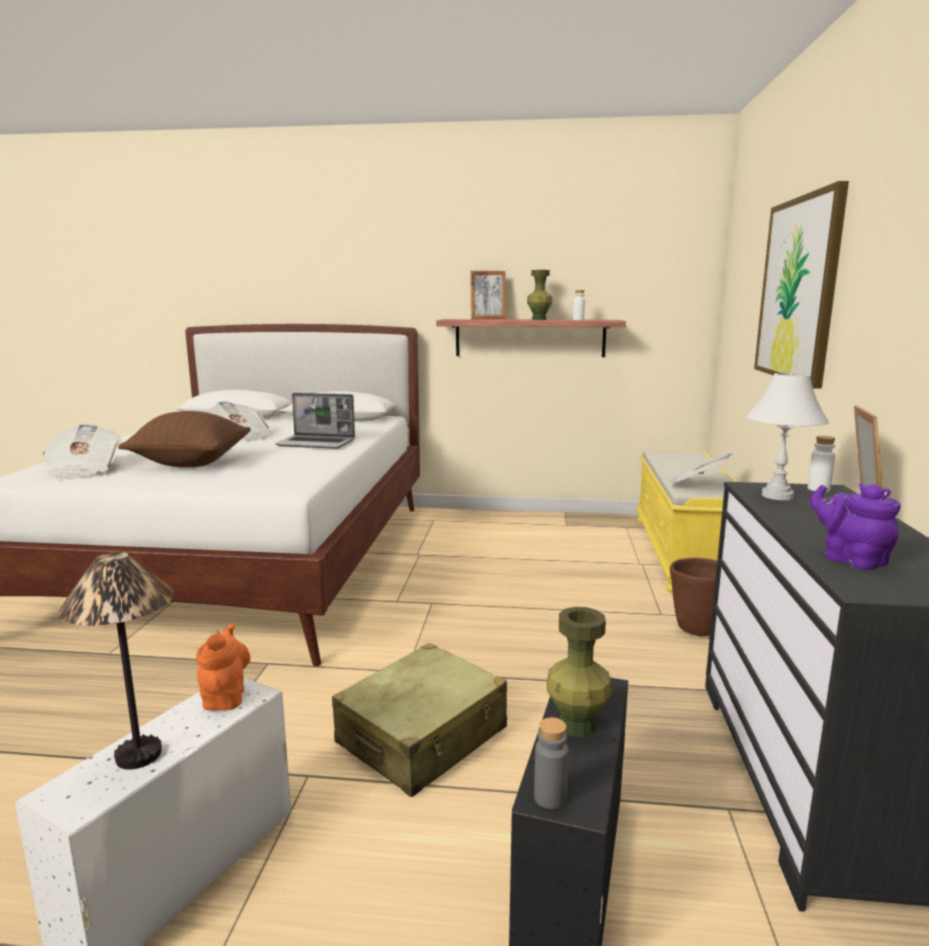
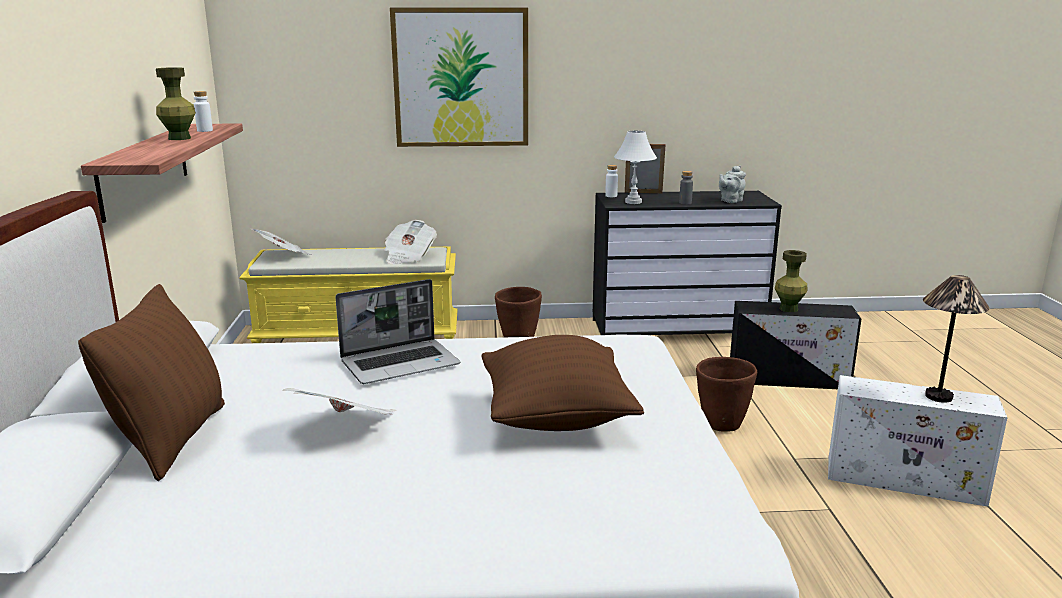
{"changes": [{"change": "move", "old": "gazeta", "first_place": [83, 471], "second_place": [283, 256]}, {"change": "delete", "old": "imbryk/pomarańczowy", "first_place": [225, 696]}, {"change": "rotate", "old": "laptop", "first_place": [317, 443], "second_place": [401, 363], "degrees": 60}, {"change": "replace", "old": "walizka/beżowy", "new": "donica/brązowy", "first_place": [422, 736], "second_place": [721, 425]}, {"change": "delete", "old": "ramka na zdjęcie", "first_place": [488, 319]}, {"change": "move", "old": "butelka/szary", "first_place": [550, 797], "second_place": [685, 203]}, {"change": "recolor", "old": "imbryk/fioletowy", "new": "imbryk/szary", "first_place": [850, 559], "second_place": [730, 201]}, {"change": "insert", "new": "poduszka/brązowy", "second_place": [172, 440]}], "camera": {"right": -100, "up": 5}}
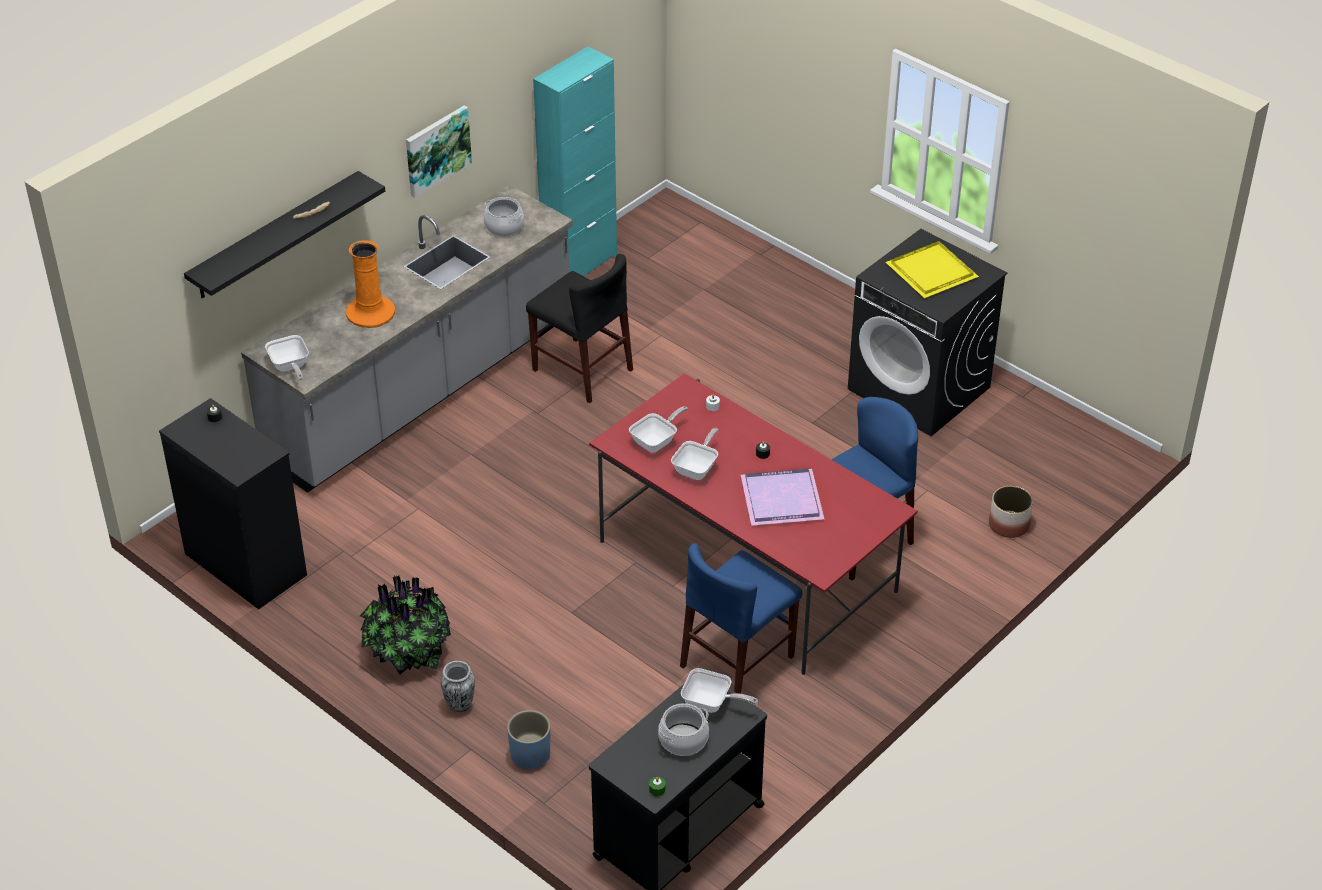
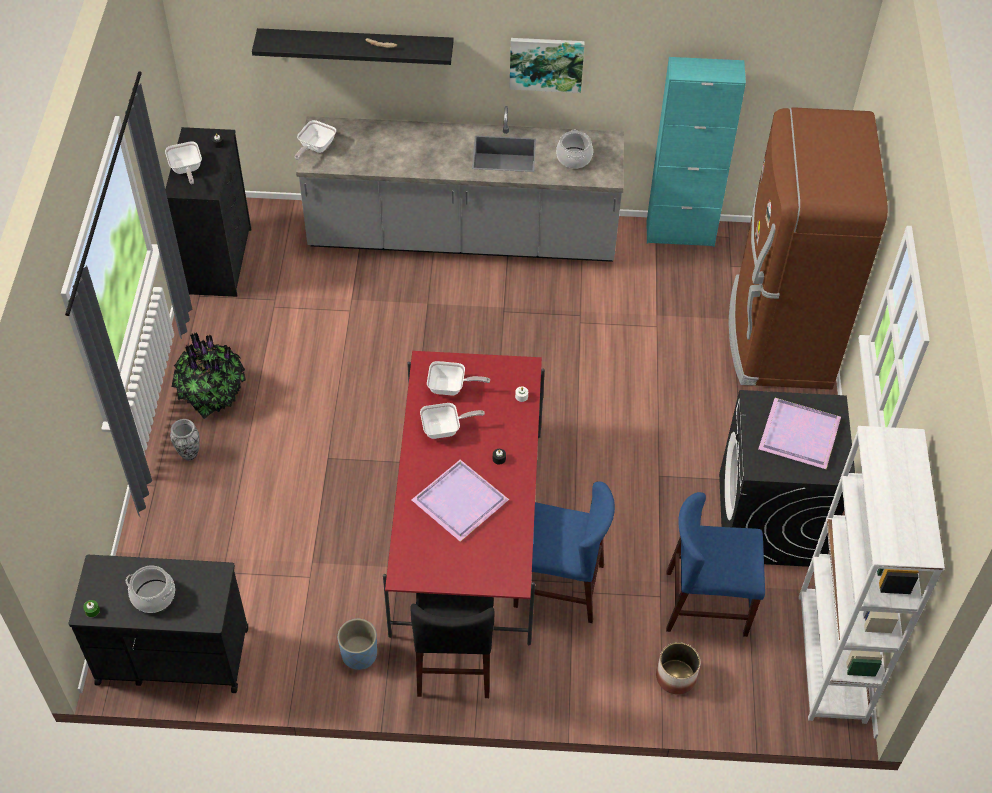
{"changes": [{"change": "delete", "old": "wazon/pomarańczowy", "first_place": [370, 313]}, {"change": "move", "old": "donica/niebieski", "first_place": [530, 755], "second_place": [359, 654]}, {"change": "move", "old": "krzesło/czarny", "first_place": [582, 370], "second_place": [454, 659]}, {"change": "move", "old": "krzesło/niebieski", "first_place": [737, 661], "second_place": [706, 603]}, {"change": "move", "old": "patelnia", "first_place": [711, 704], "second_place": [186, 170]}, {"change": "recolor", "old": "taca/żółty", "new": "taca/fioletowy", "first_place": [933, 272], "second_place": [800, 436]}, {"change": "insert", "new": "lodówka/brązowy", "second_place": [779, 335]}, {"change": "insert", "new": "regał/biały", "second_place": [831, 658]}], "camera": {"right": 50, "up": 10}}
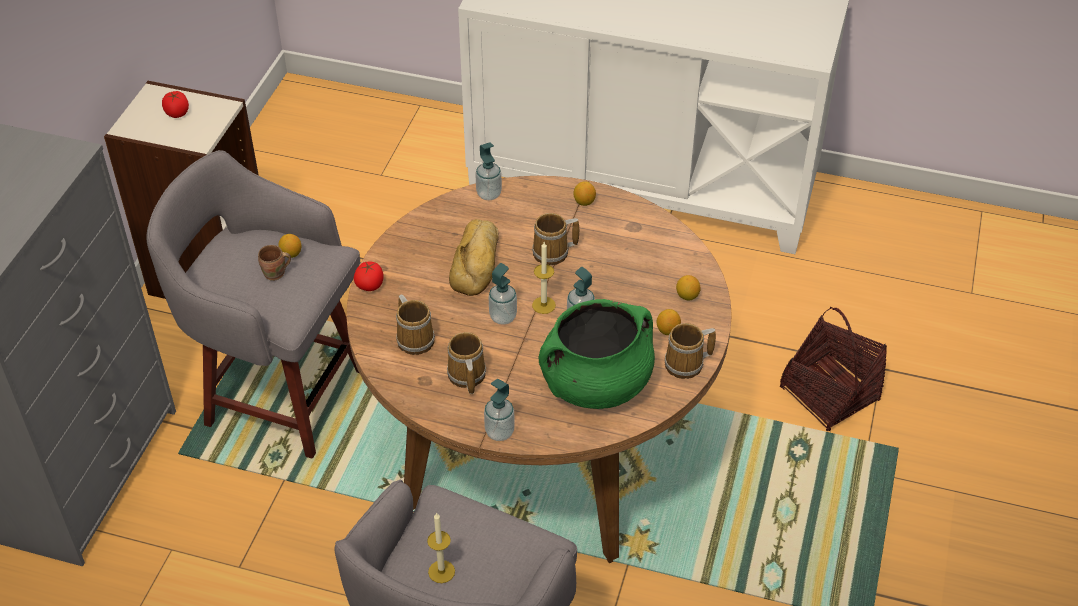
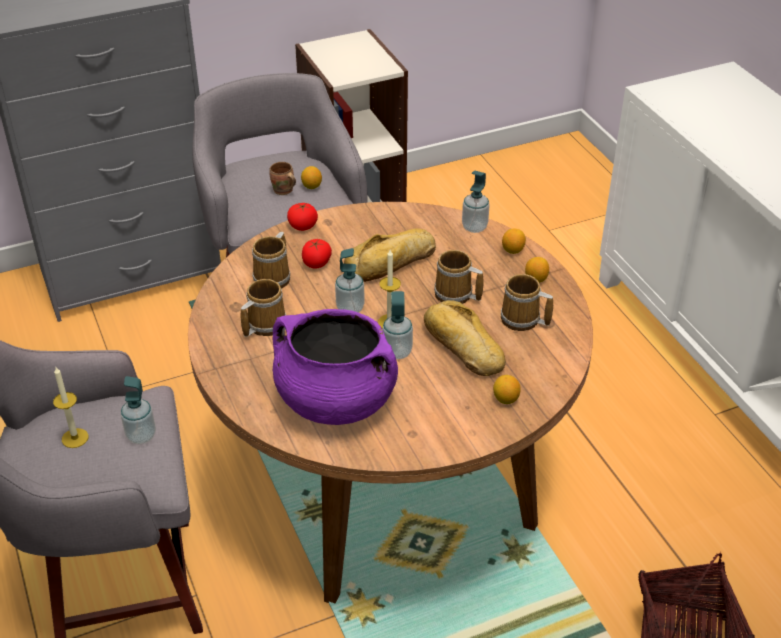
{"changes": [{"change": "move", "old": "pomidor", "first_place": [177, 113], "second_place": [316, 263]}, {"change": "move", "old": "dozownik mydła", "first_place": [499, 432], "second_place": [141, 435]}, {"change": "recolor", "old": "garnek/zielony", "new": "garnek/fioletowy", "first_place": [595, 384], "second_place": [335, 400]}, {"change": "move", "old": "cytryna", "first_place": [667, 330], "second_place": [512, 250]}, {"change": "move", "old": "kubek", "first_place": [687, 364], "second_place": [522, 320]}, {"change": "insert", "new": "chleb", "second_place": [462, 346]}], "camera": {"right": 50, "up": -5}}
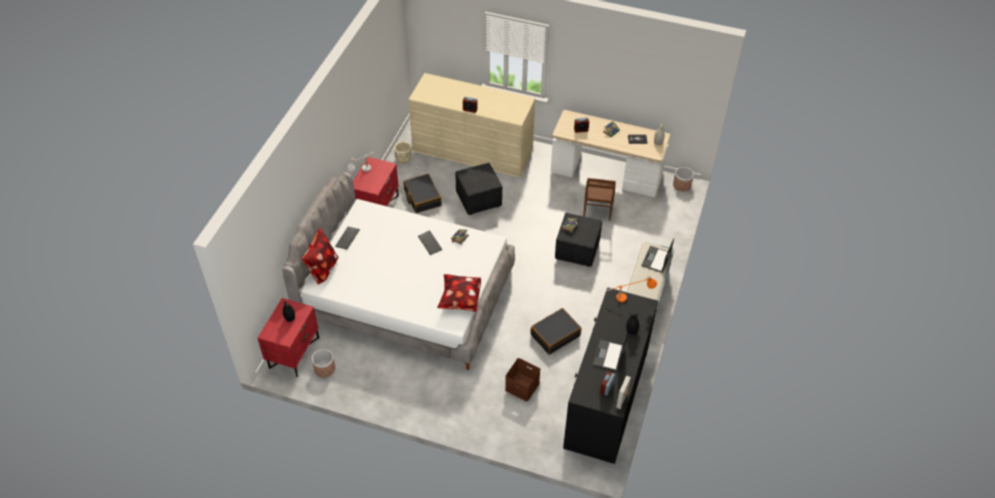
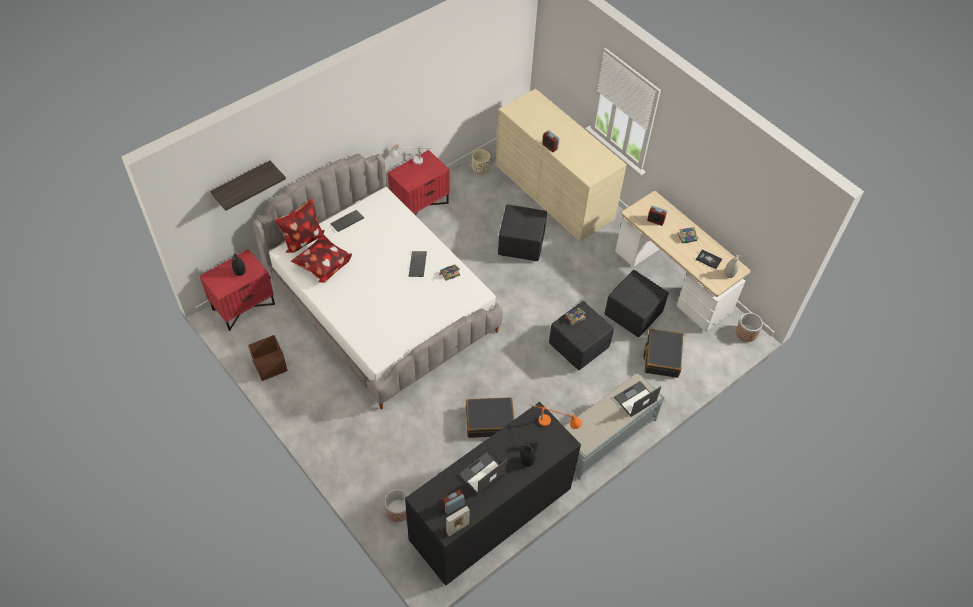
{"changes": [{"change": "move", "old": "donica", "first_place": [324, 368], "second_place": [398, 510]}, {"change": "move", "old": "walizka/czarny", "first_place": [422, 198], "second_place": [662, 357]}, {"change": "move", "old": "poduszka", "first_place": [459, 301], "second_place": [323, 266]}, {"change": "move", "old": "pojemnik do przechowywania/brązowy", "first_place": [521, 387], "second_place": [269, 365]}, {"change": "replace", "old": "krzesło/brązowy", "new": "pufa/czarny", "first_place": [597, 210], "second_place": [632, 315]}, {"change": "insert", "new": "półka", "second_place": [242, 183]}], "camera": {"right": 30, "up": 5}}
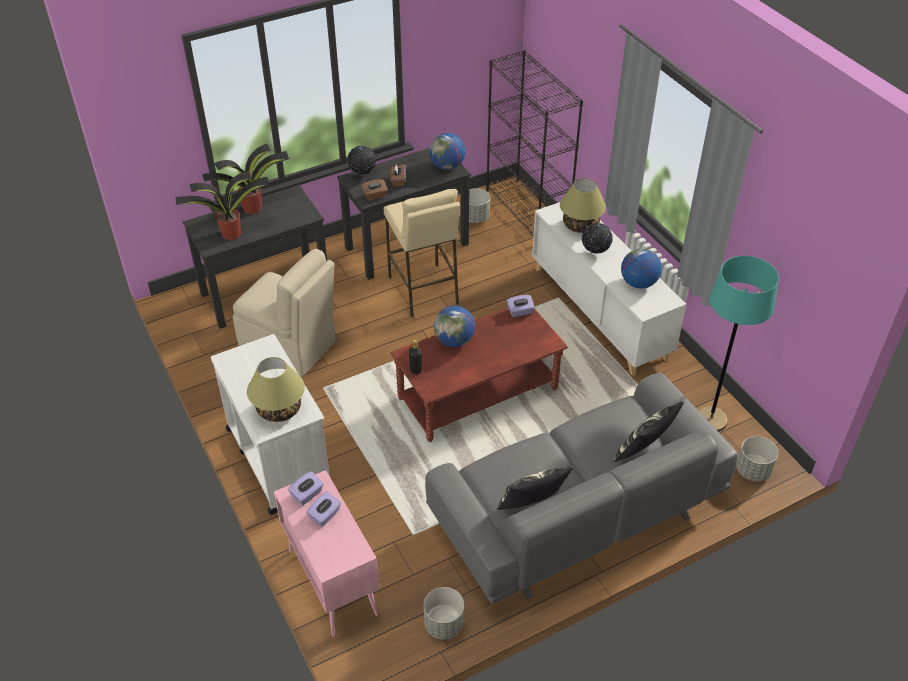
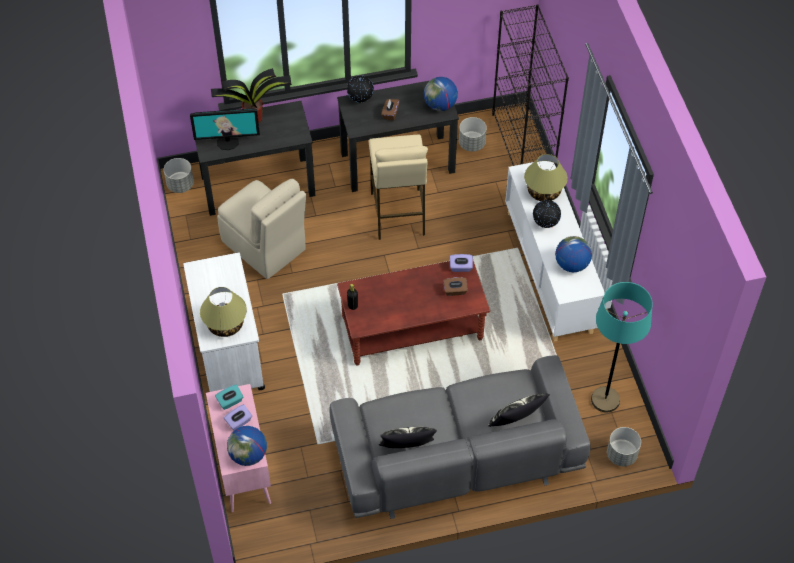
{"changes": [{"change": "replace", "old": "roślina doniczkowa", "new": "monitor", "first_place": [230, 234], "second_place": [228, 142]}, {"change": "recolor", "old": "pudełko chusteczek/fioletowy", "new": "pudełko chusteczek/turkusowy", "first_place": [307, 494], "second_place": [230, 401]}, {"change": "move", "old": "pudełko chusteczek/brązowy", "first_place": [375, 196], "second_place": [455, 291]}, {"change": "move", "old": "donica/szary", "first_place": [444, 625], "second_place": [180, 185]}, {"change": "move", "old": "globus", "first_place": [454, 341], "second_place": [248, 455]}], "camera": {"right": 15, "up": 10}}
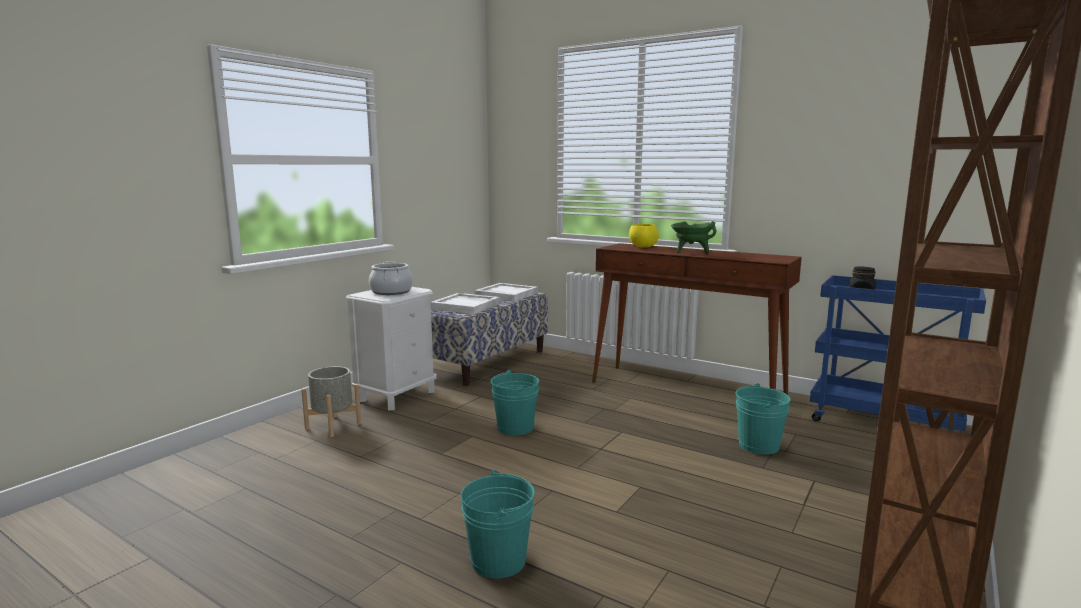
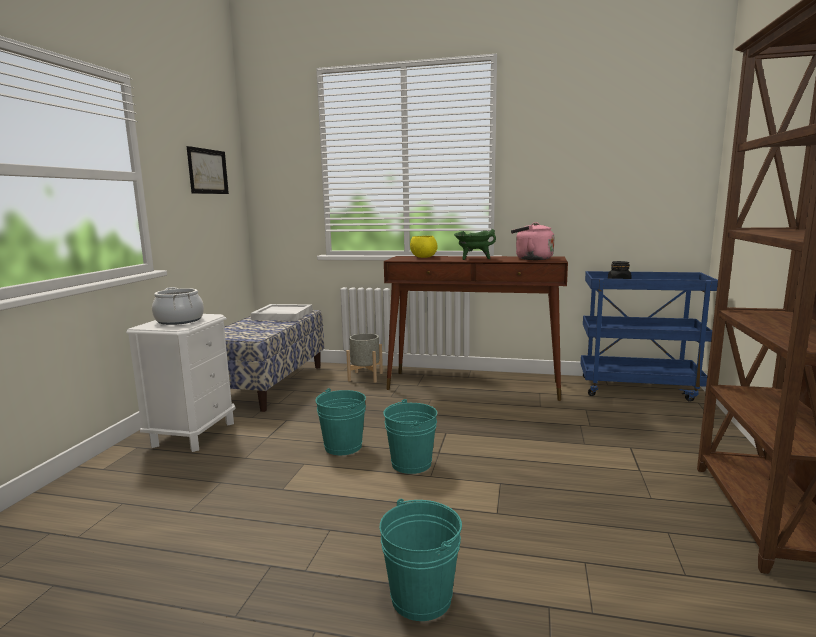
{"changes": [{"change": "move", "old": "donica/szary", "first_place": [333, 426], "second_place": [365, 377]}, {"change": "delete", "old": "taca/biały", "first_place": [466, 306]}, {"change": "move", "old": "wiadro/turkusowy", "first_place": [758, 445], "second_place": [411, 463]}, {"change": "insert", "new": "obraz", "second_place": [208, 171]}, {"change": "insert", "new": "czajnik/różowy", "second_place": [531, 259]}], "camera": {"right": -20, "up": 0}}
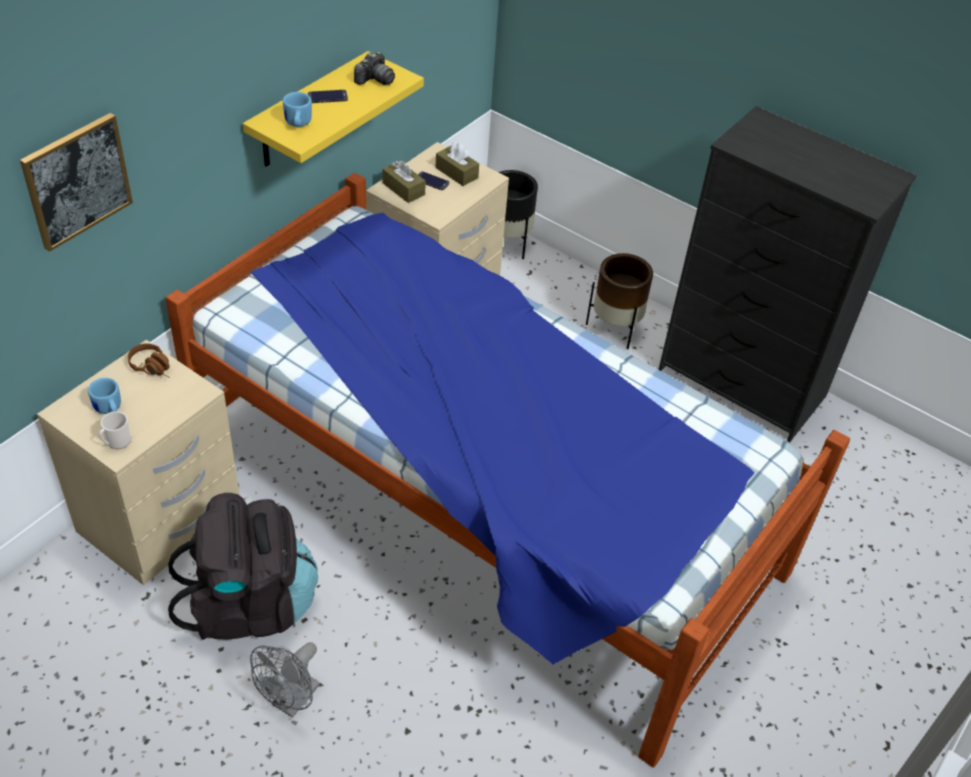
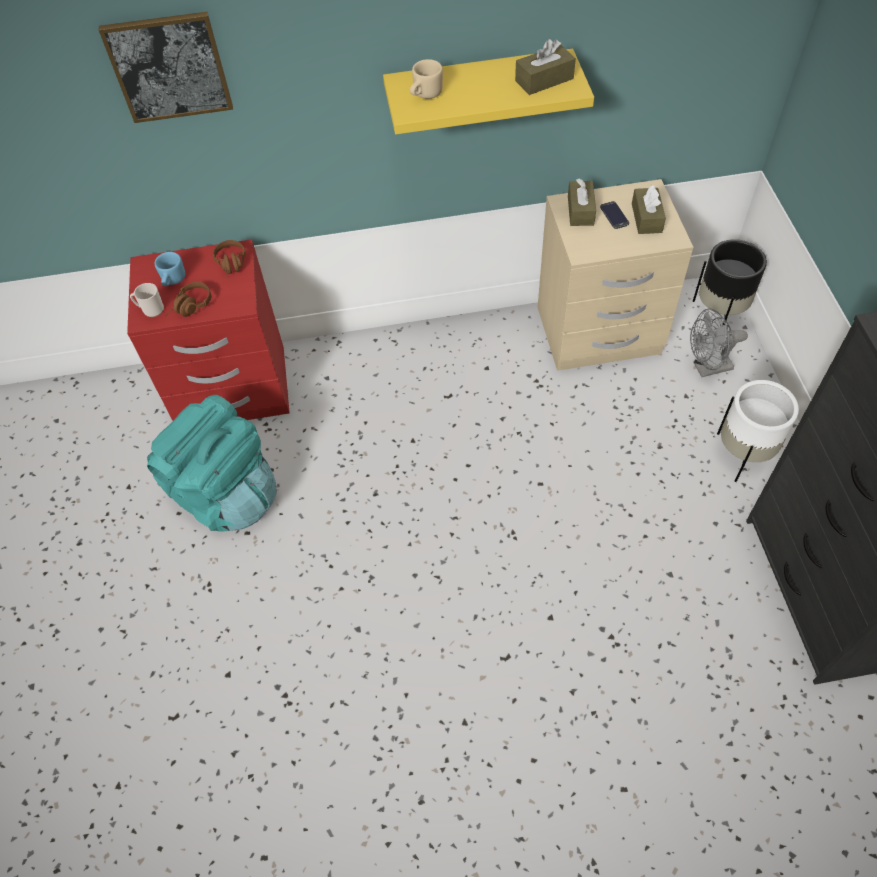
{"changes": [{"change": "recolor", "old": "szafka nocna/beżowy", "new": "szafka nocna/czerwony", "first_place": [160, 521], "second_place": [233, 390]}, {"change": "delete", "old": "łóżko", "first_place": [481, 508]}, {"change": "recolor", "old": "plecak/czarny", "new": "plecak/turkusowy", "first_place": [250, 604], "second_place": [226, 494]}, {"change": "move", "old": "wentylator/szary", "first_place": [291, 701], "second_place": [707, 368]}, {"change": "recolor", "old": "kubek/niebieski", "new": "kubek/beżowy", "first_place": [297, 124], "second_place": [425, 95]}, {"change": "delete", "old": "telefon", "first_place": [327, 97]}, {"change": "replace", "old": "aparat fotograficzny", "new": "pudełko chusteczek/brązowy", "first_place": [375, 79], "second_place": [544, 80]}, {"change": "recolor", "old": "donica/brązowy", "new": "donica/biały", "first_place": [615, 329], "second_place": [743, 455]}, {"change": "insert", "new": "słuchawki/brązowy", "second_place": [190, 308]}], "camera": {"right": 50, "up": 10}}
